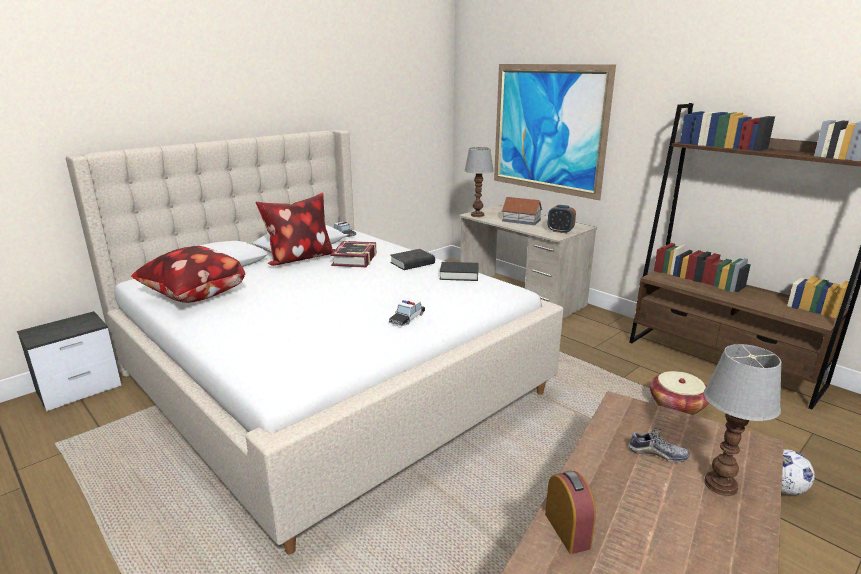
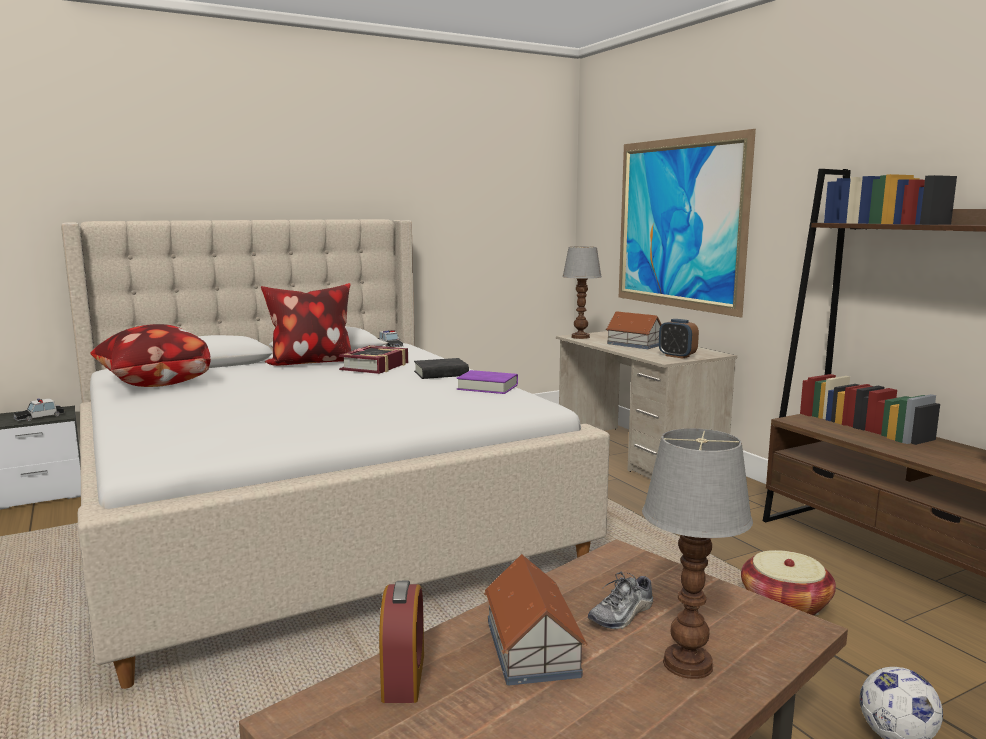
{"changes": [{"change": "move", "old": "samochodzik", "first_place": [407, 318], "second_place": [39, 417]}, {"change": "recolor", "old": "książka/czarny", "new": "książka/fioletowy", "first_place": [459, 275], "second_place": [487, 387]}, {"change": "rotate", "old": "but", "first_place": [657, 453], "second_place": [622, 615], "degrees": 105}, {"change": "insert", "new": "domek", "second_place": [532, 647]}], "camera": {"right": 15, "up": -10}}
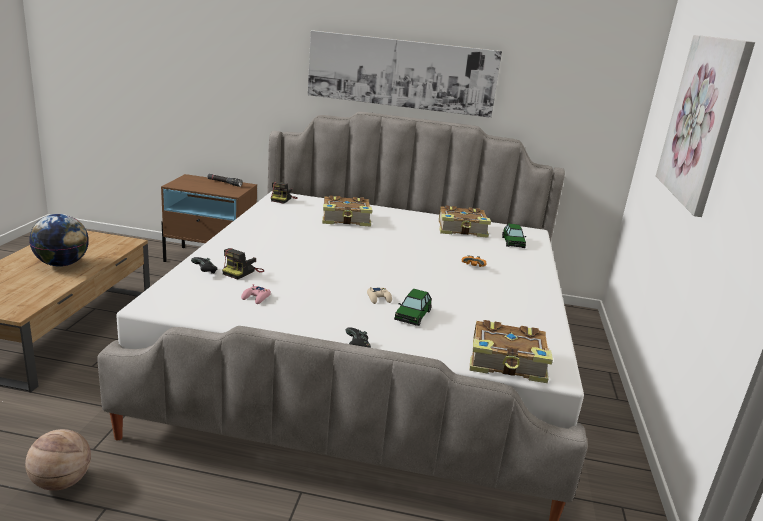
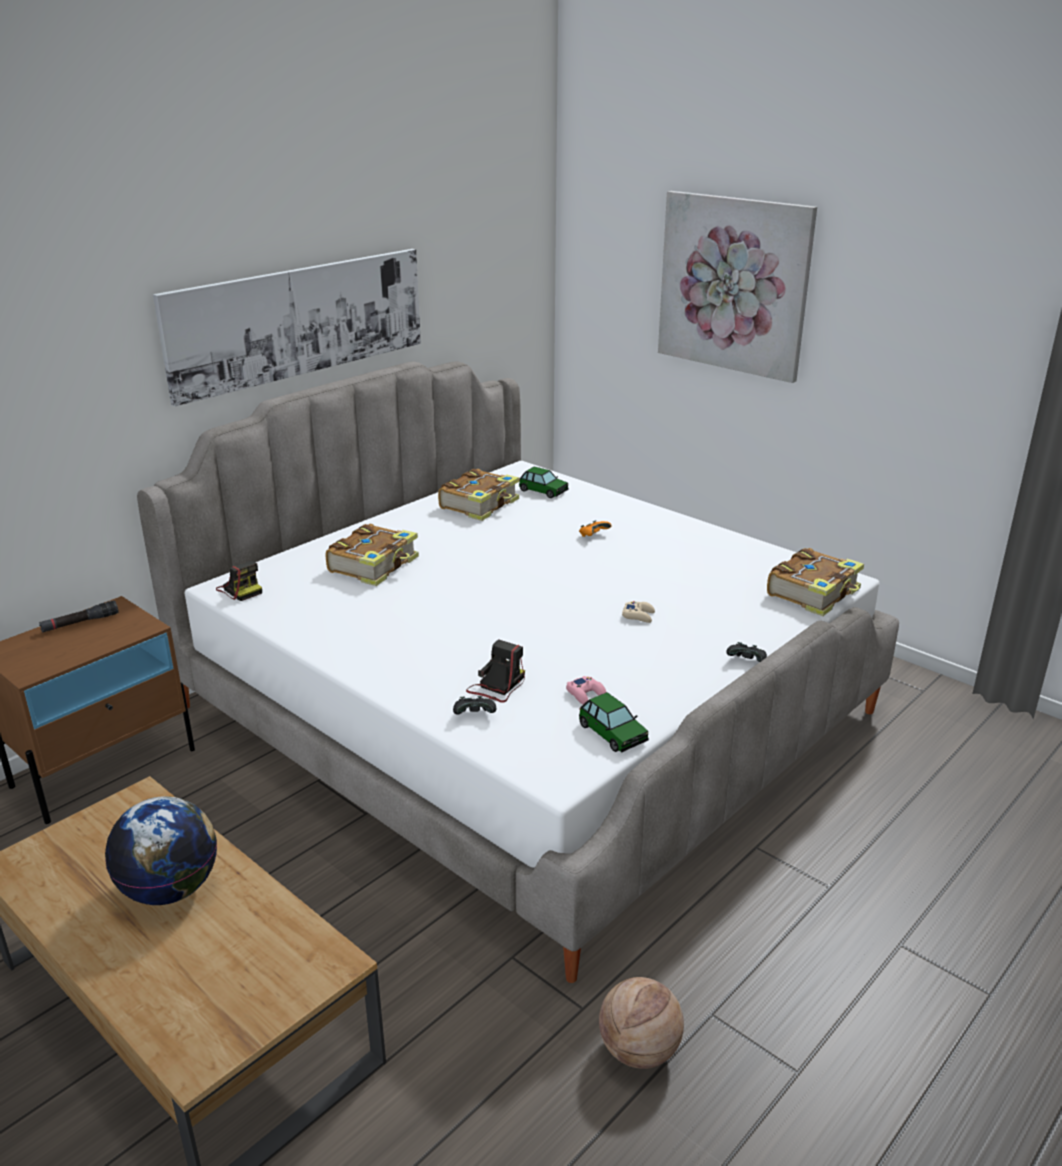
{"changes": [{"change": "rotate", "old": "aparat fotograficzny", "first_place": [242, 272], "second_place": [497, 686], "degrees": -120}, {"change": "move", "old": "samochodzik", "first_place": [412, 315], "second_place": [612, 733]}], "camera": {"right": -55, "up": 5}}
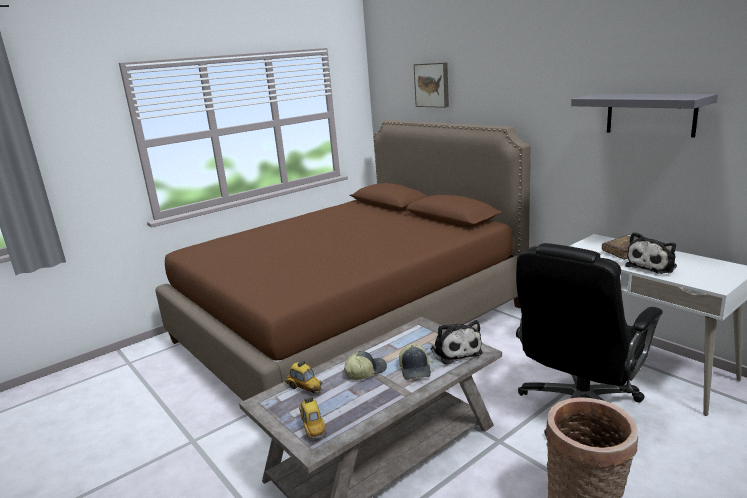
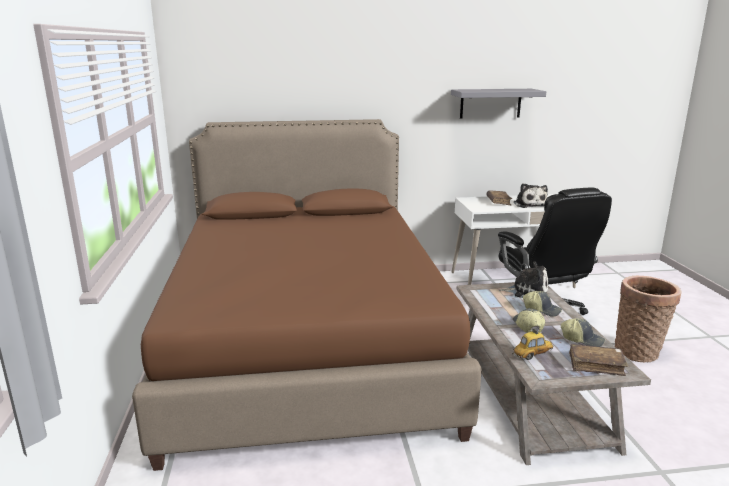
{"changes": [{"change": "replace", "old": "samochodzik", "new": "książka/brązowy", "first_place": [312, 426], "second_place": [596, 365]}, {"change": "delete", "old": "obraz", "first_place": [432, 85]}, {"change": "insert", "new": "czapka z daszkiem", "second_place": [582, 339]}], "camera": {"right": -60, "up": 0}}
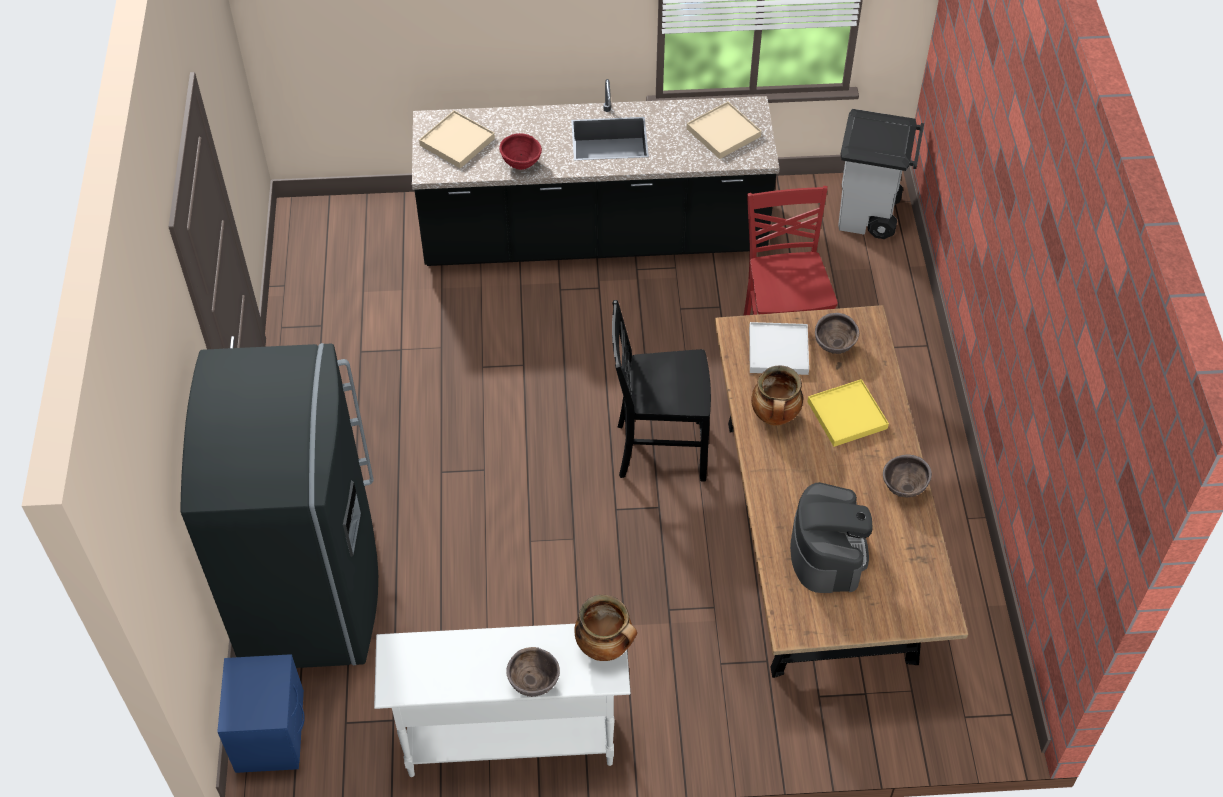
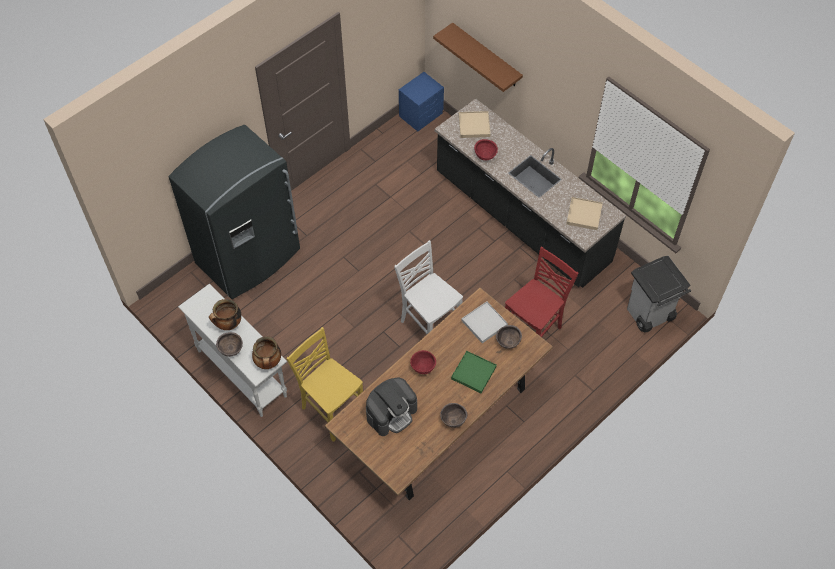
{"changes": [{"change": "move", "old": "szafka nocna/niebieski", "first_place": [270, 734], "second_place": [421, 115]}, {"change": "recolor", "old": "krzesło/czarny", "new": "krzesło/biały", "first_place": [658, 450], "second_place": [428, 325]}, {"change": "move", "old": "garnek", "first_place": [775, 417], "second_place": [228, 324]}, {"change": "recolor", "old": "taca/żółty", "new": "taca/zielony", "first_place": [846, 415], "second_place": [473, 373]}, {"change": "insert", "new": "krzesło/żółty", "second_place": [331, 410]}, {"change": "insert", "new": "miska/czerwony", "second_place": [423, 368]}, {"change": "insert", "new": "półka/brązowy", "second_place": [486, 56]}], "camera": {"right": 50, "up": 5}}
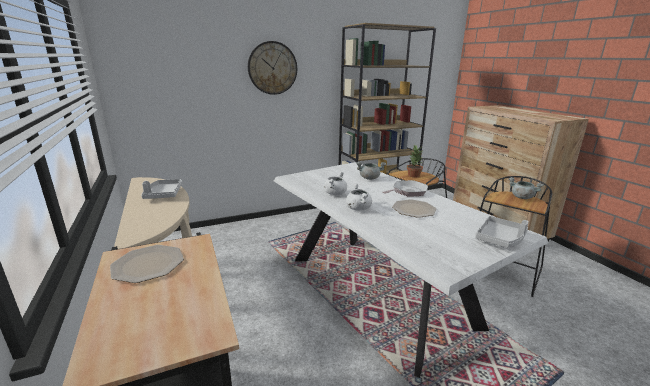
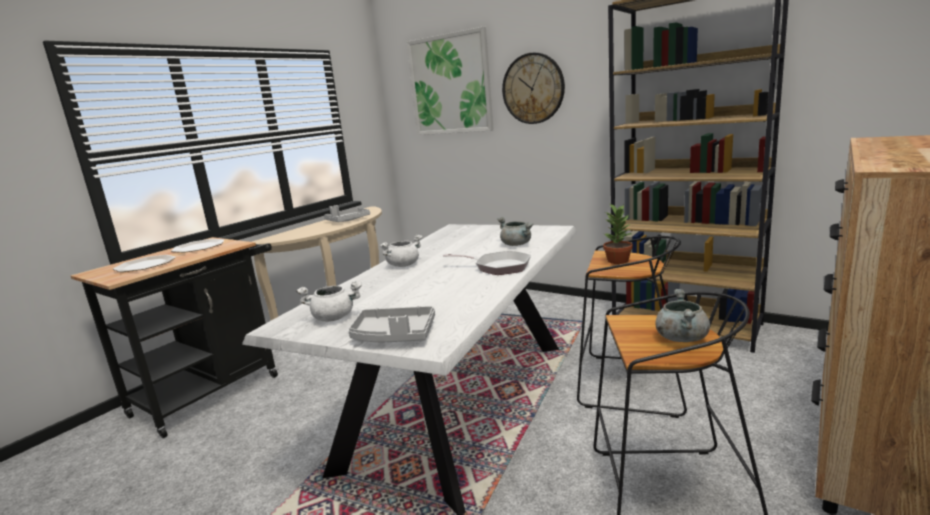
{"changes": [{"change": "move", "old": "garnek/biały", "first_place": [335, 193], "second_place": [334, 317]}, {"change": "move", "old": "talerz", "first_place": [413, 209], "second_place": [145, 265]}, {"change": "insert", "new": "obraz", "second_place": [450, 84]}], "camera": {"right": 60, "up": -5}}
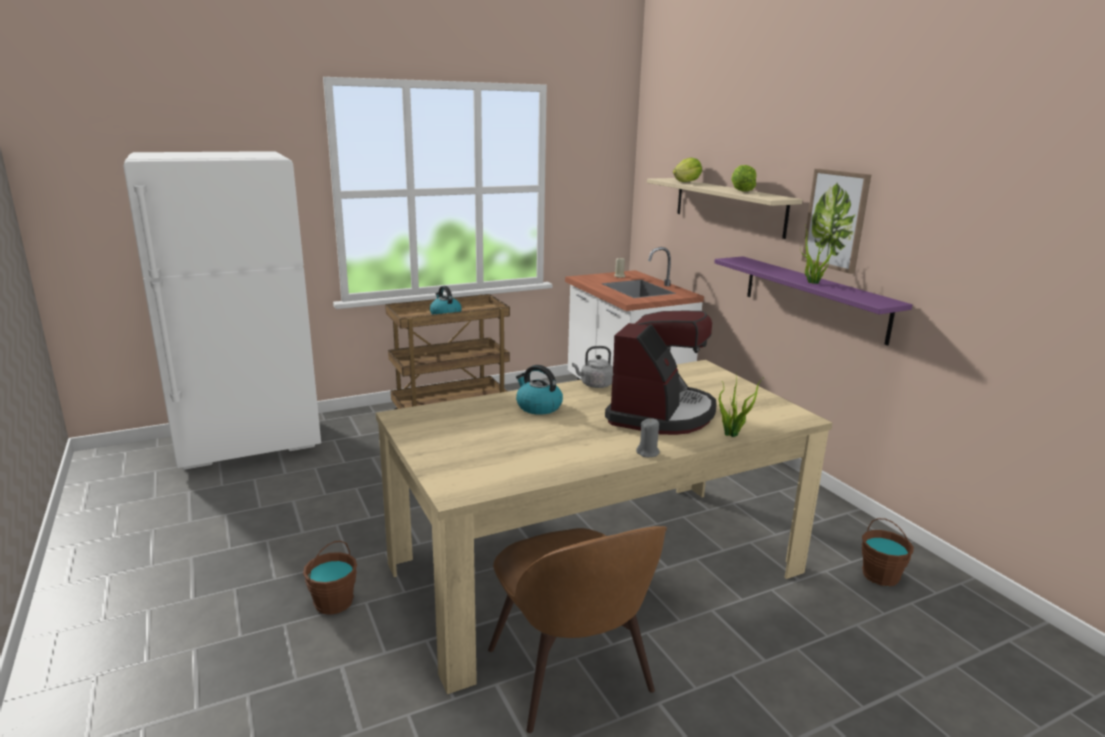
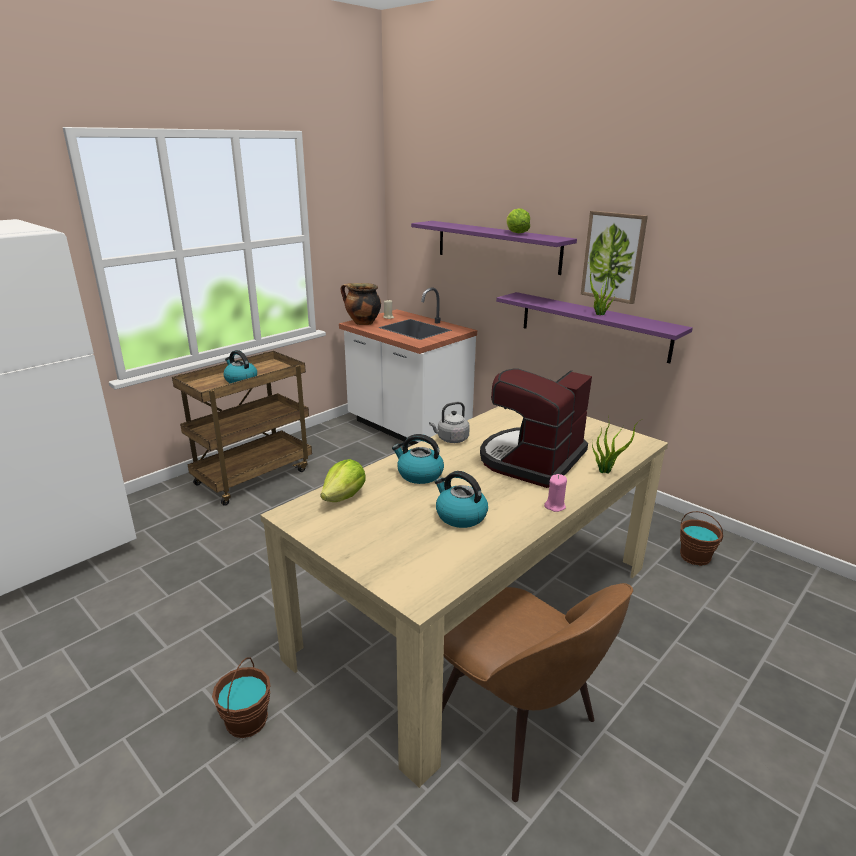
{"changes": [{"change": "rotate", "old": "ekspres do kawy", "first_place": [661, 413], "second_place": [531, 460], "degrees": -150}, {"change": "recolor", "old": "świeca/szary", "new": "świeca/różowy", "first_place": [648, 453], "second_place": [555, 506]}, {"change": "recolor", "old": "półka/beżowy", "new": "półka/fioletowy", "first_place": [728, 206], "second_place": [497, 246]}, {"change": "move", "old": "sałata", "first_place": [687, 182], "second_place": [344, 497]}, {"change": "insert", "new": "garnek", "second_place": [362, 323]}, {"change": "insert", "new": "czajnik", "second_place": [460, 516]}], "camera": {"right": -20, "up": 5}}
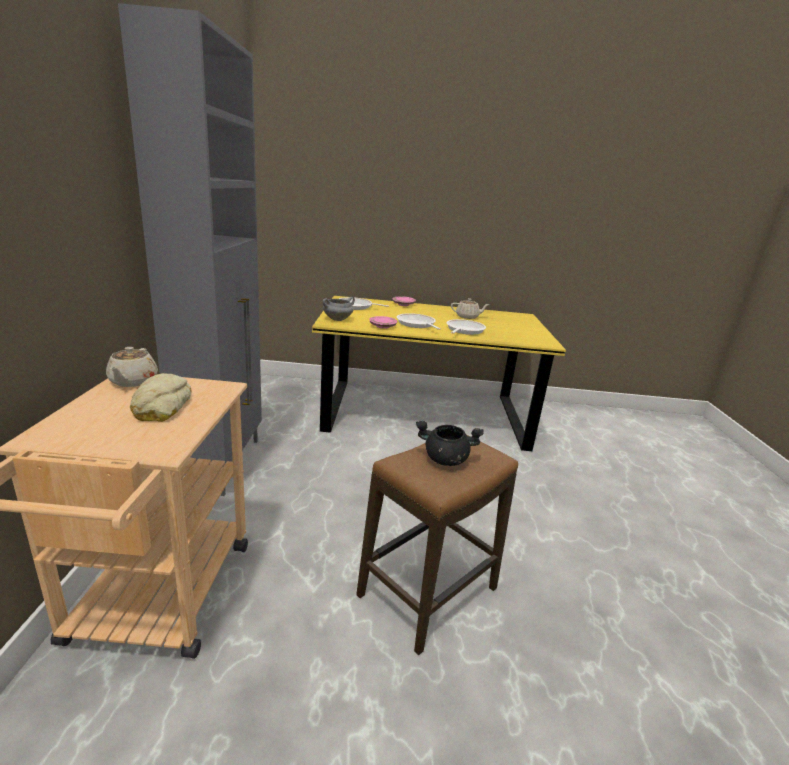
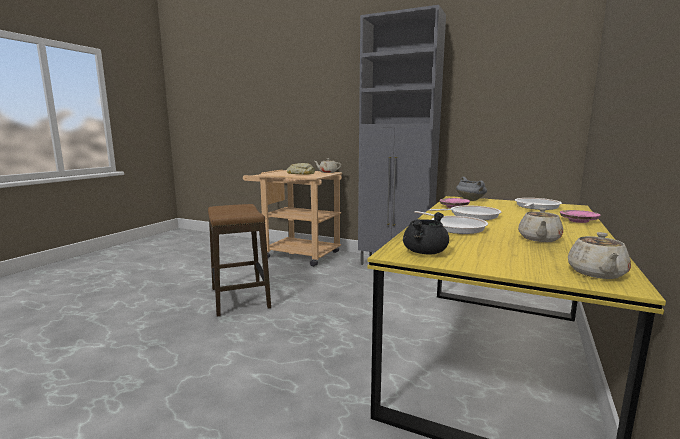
{"changes": [{"change": "move", "old": "garnek/czarny", "first_place": [444, 459], "second_place": [424, 252]}, {"change": "insert", "new": "imbryk/beżowy", "second_place": [596, 273]}], "camera": {"right": 115, "up": -10}}
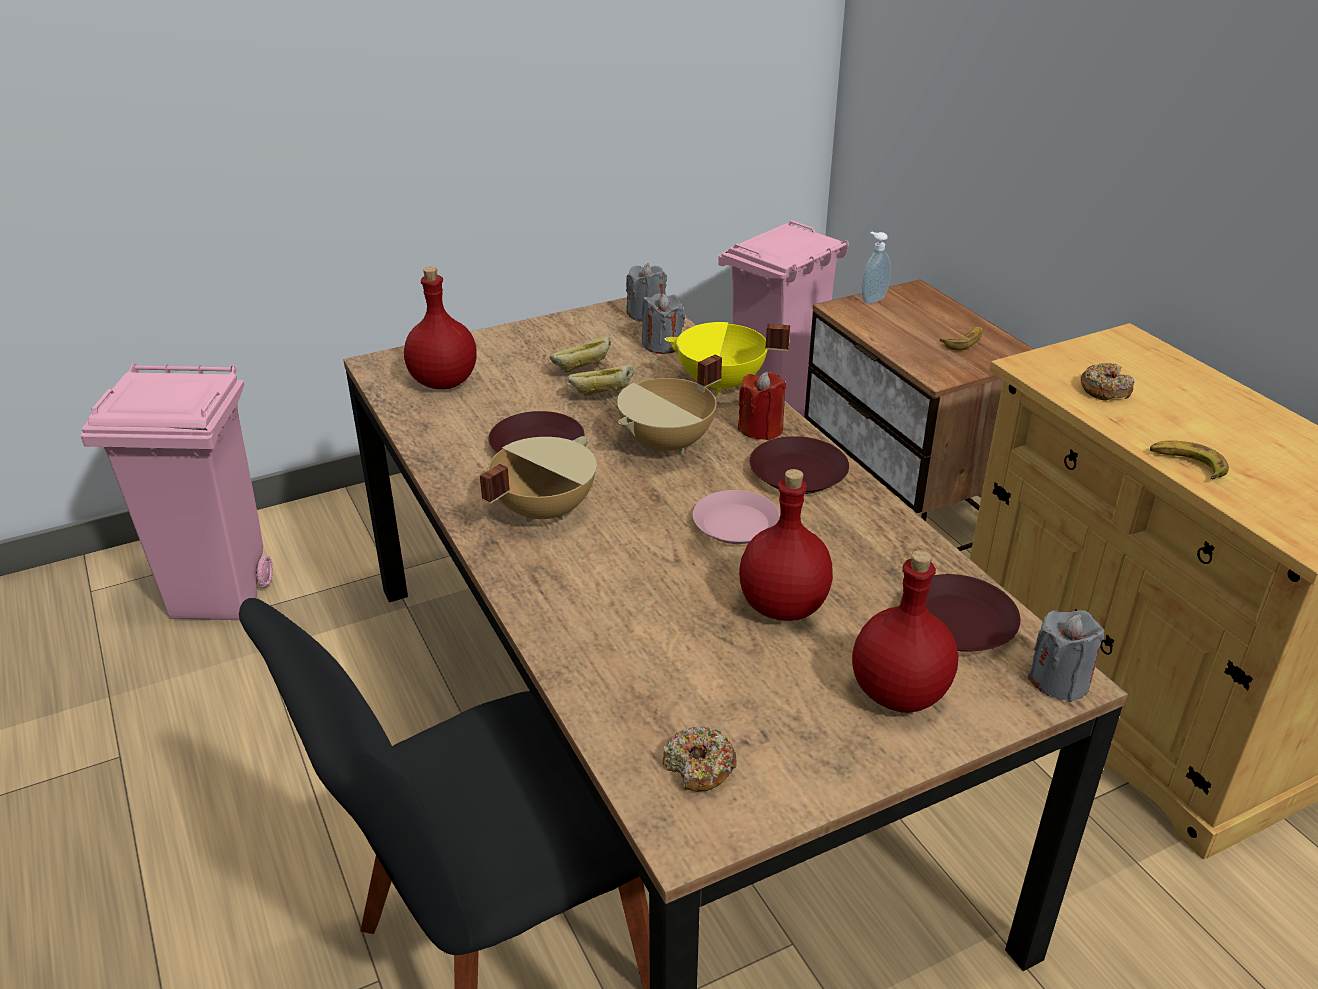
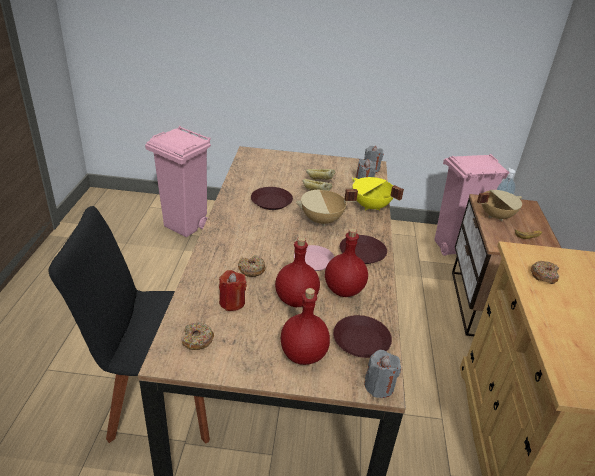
{"changes": [{"change": "move", "old": "butelka/czerwony", "first_place": [443, 381], "second_place": [343, 289]}, {"change": "move", "old": "garnek/beżowy", "first_place": [542, 510], "second_place": [495, 216]}, {"change": "move", "old": "świeca/czerwony", "first_place": [761, 429], "second_place": [232, 302]}, {"change": "delete", "old": "banan", "first_place": [1186, 464]}, {"change": "insert", "new": "donut", "second_place": [251, 269]}], "camera": {"right": 30, "up": 0}}
